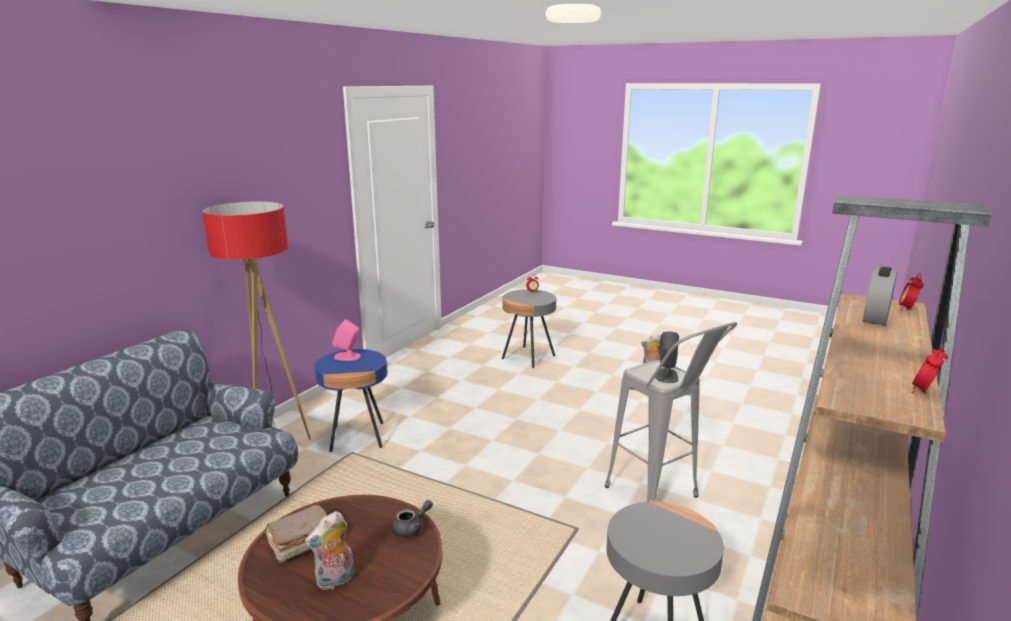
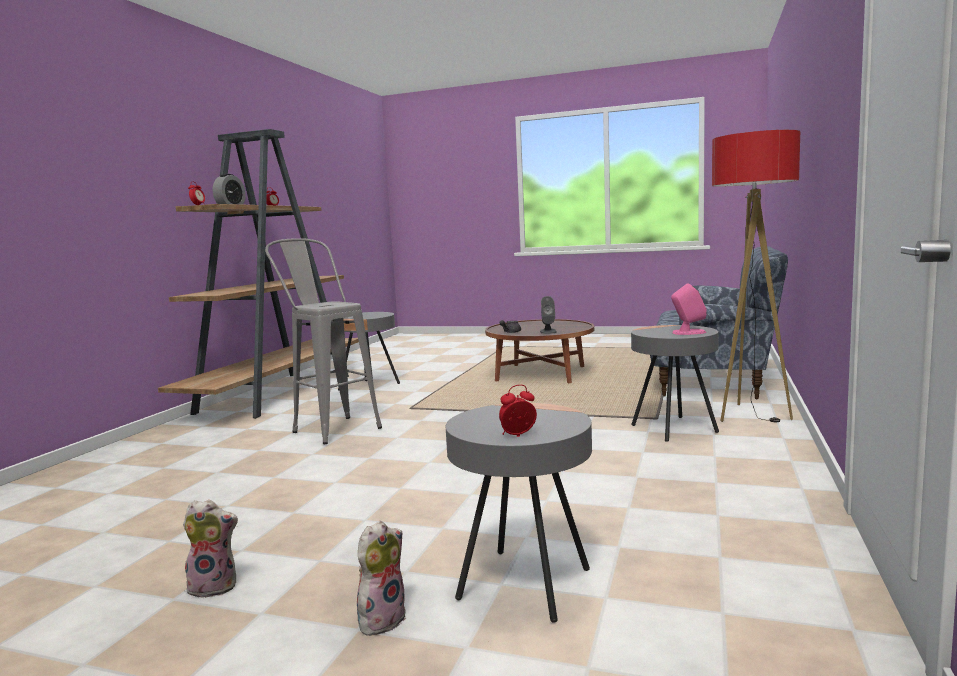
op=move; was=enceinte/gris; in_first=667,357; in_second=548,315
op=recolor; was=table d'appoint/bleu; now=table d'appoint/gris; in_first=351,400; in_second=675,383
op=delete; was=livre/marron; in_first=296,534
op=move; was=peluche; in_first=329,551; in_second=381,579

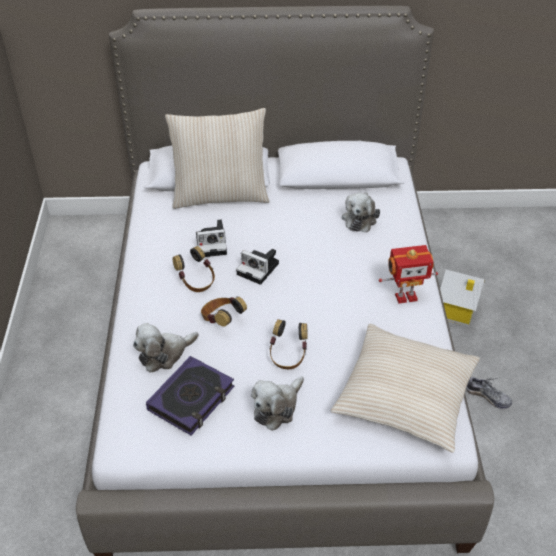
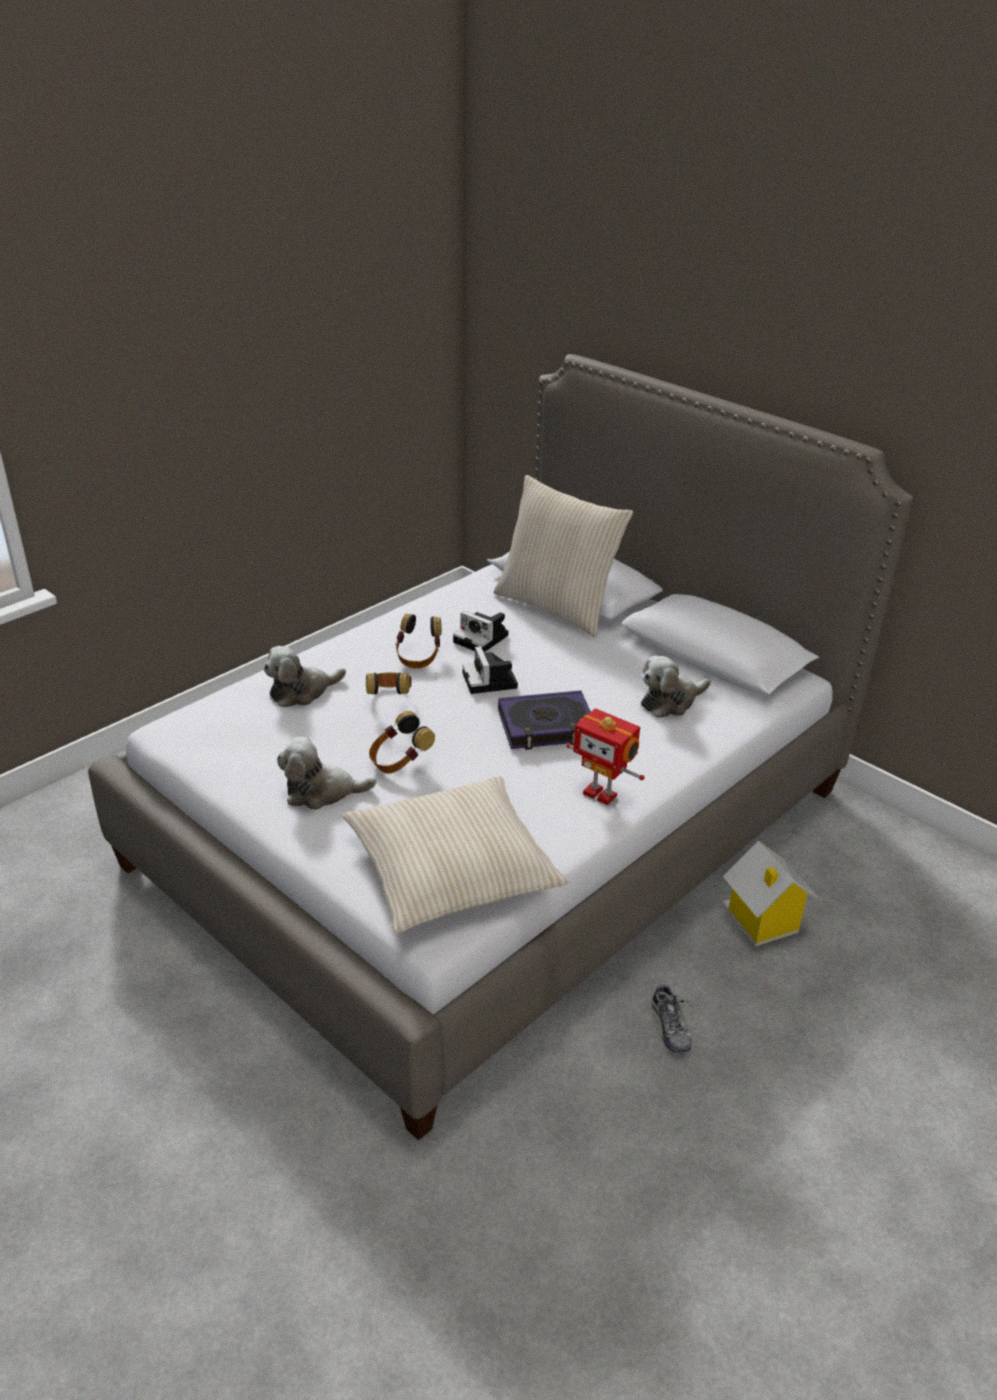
op=rotate; was=peluche; in_first=166,348; in_second=304,676; clockwise=-45
op=move; was=livre; in_first=190,395; in_second=544,720

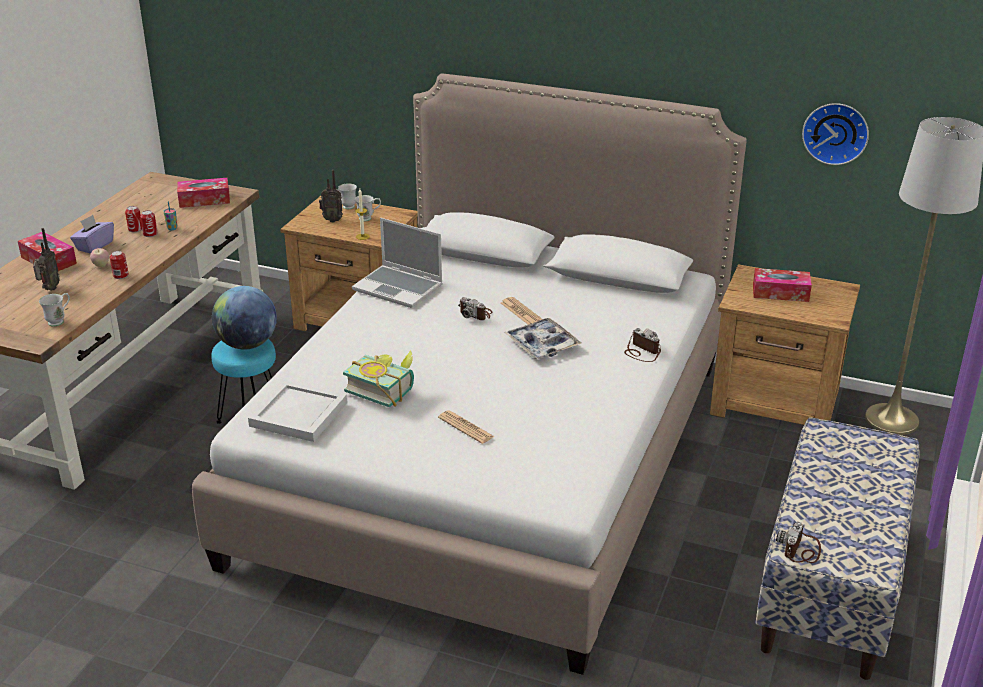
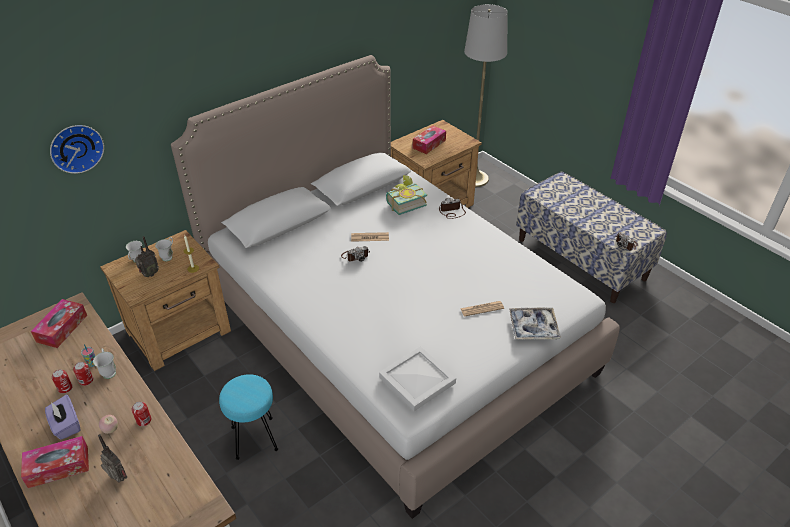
op=move; was=horloge murale; in_first=835,134; in_second=77,149
op=delete; was=ordinateur portable; in_first=397,263
op=delete; was=globe; in_first=244,318
op=move; was=mug/blanc; in_first=54,309; in_second=104,363
op=move; was=plateau; in_first=542,338; in_second=535,324
op=move; was=livre; in_first=378,378; in_second=406,195

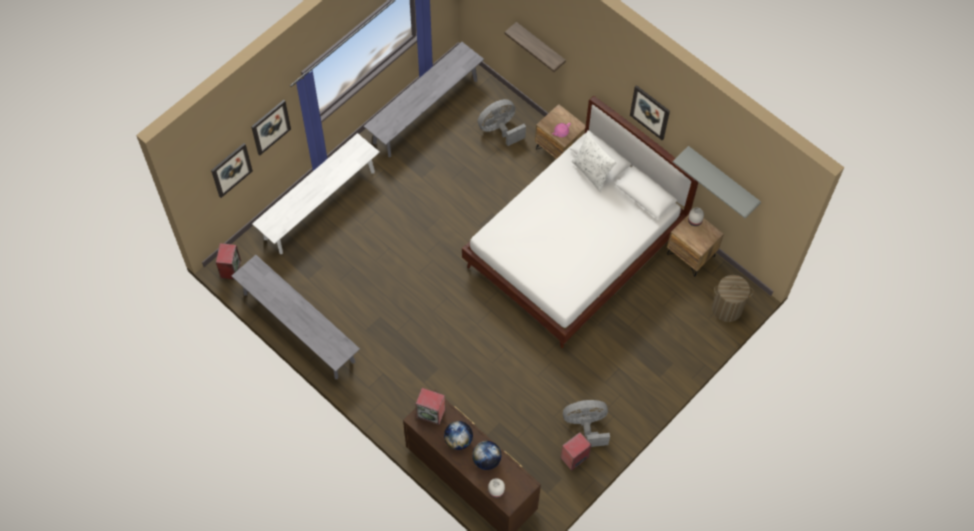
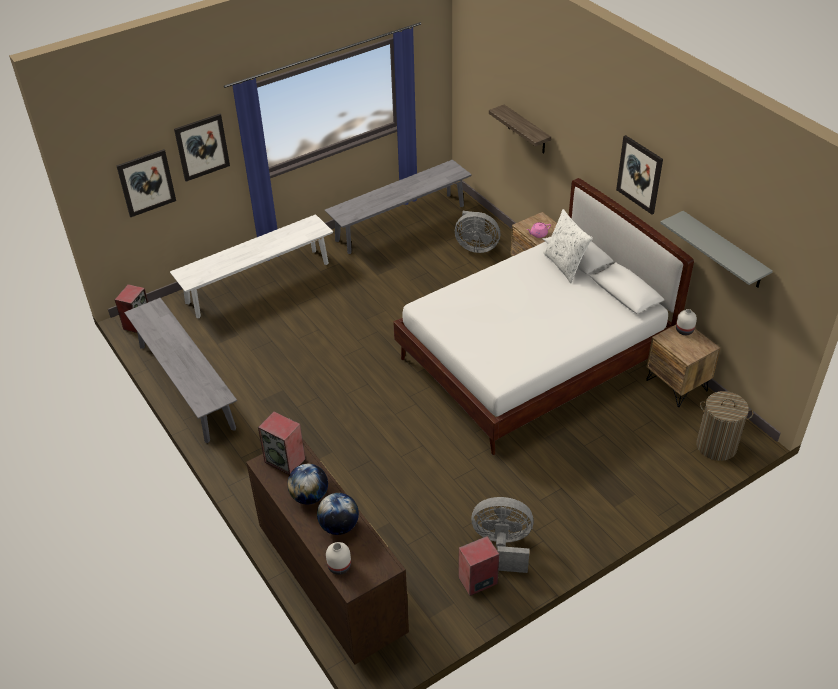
op=rotate; was=ventilateur/gris; in_first=502,122; in_second=477,232; clockwise=-150

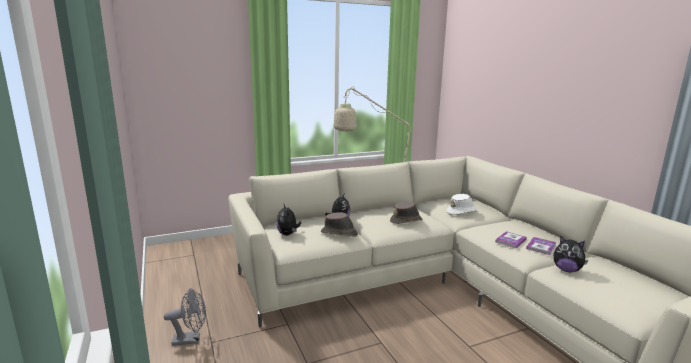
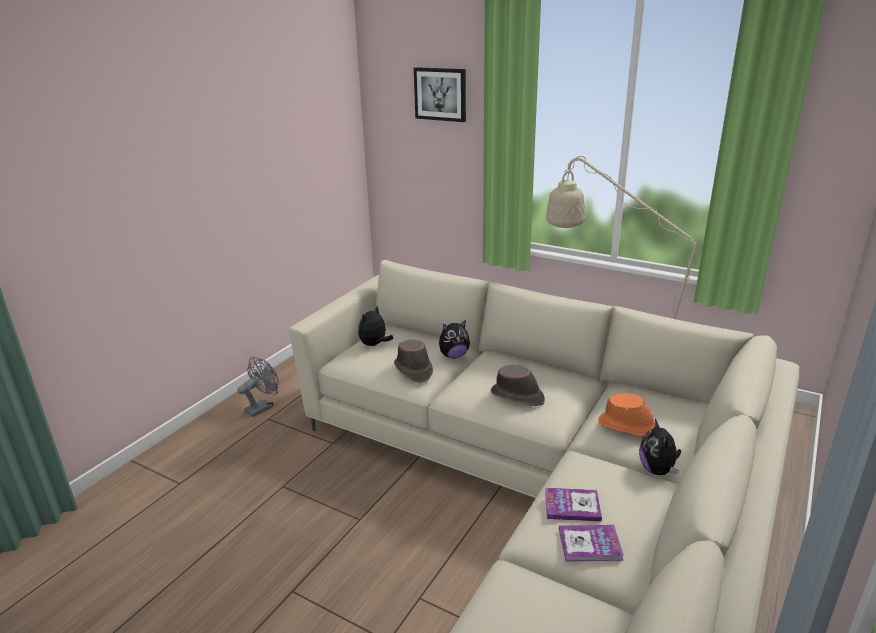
op=recolor; was=chapeau/blanc; now=chapeau/orange; in_first=462,204; in_second=626,415
op=move; was=peluche; in_first=570,254; in_second=660,447
op=rotate; was=ventilateur/gris; in_first=185,317; in_second=258,387; clockwise=-90
op=insert; now=tableau; in_second=440,94

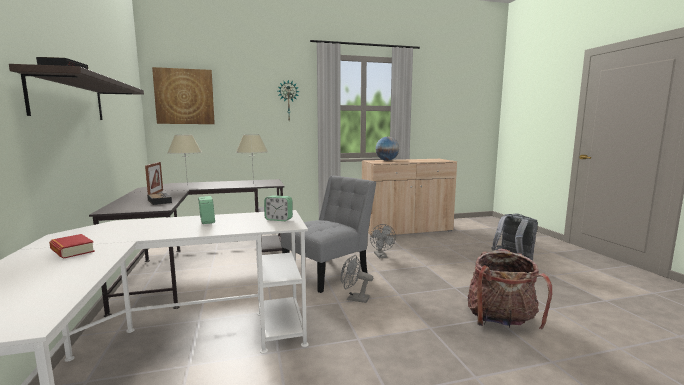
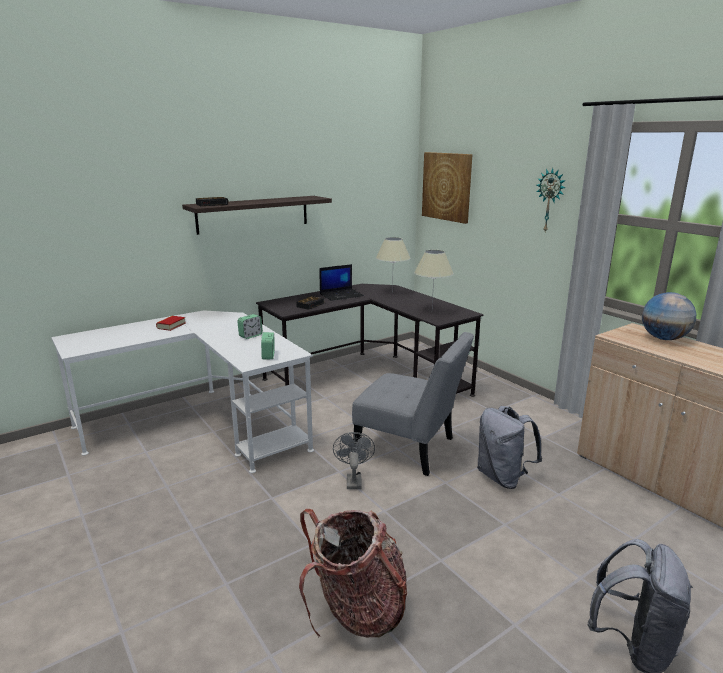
op=replace; was=cadre photo; now=ordinateur portable; in_first=154,178; in_second=341,282
op=replace; was=ventilateur/gris; now=sac à dos/gris; in_first=383,241; in_second=509,447

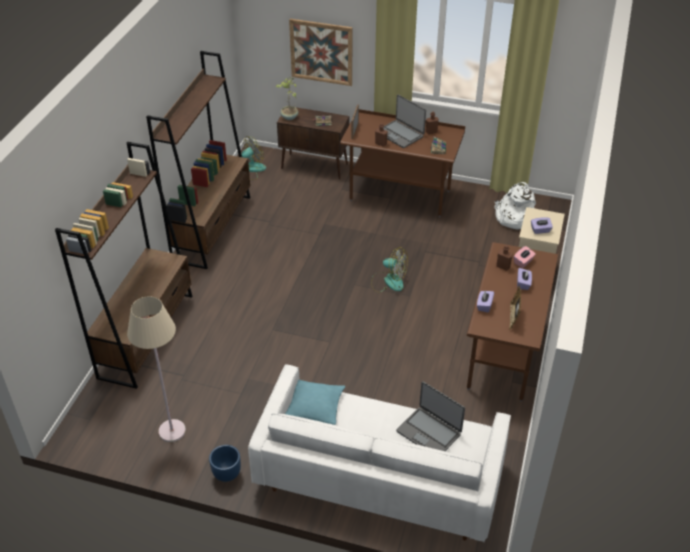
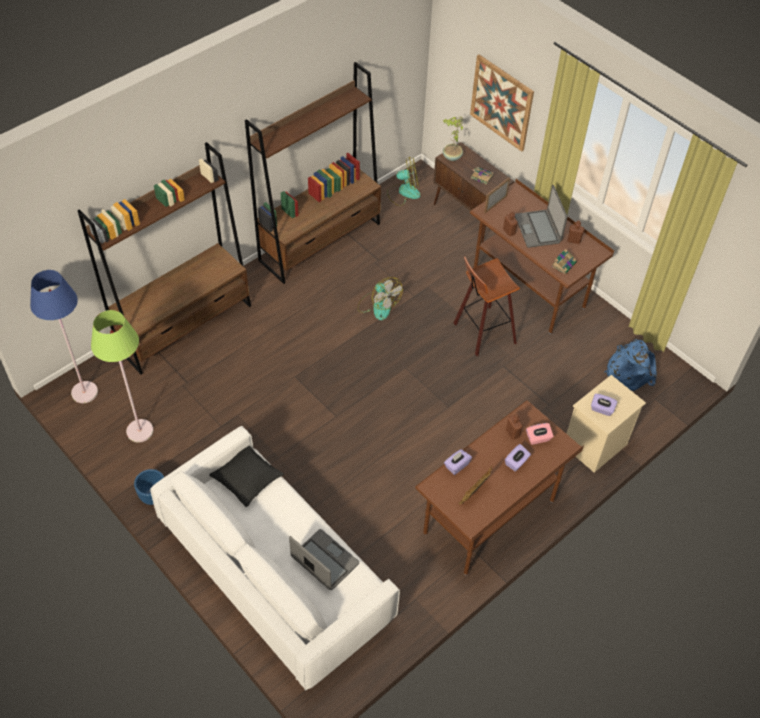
op=recolor; was=sac à dos/blanc; now=sac à dos/bleu; in_first=515,205; in_second=630,365
op=move; was=ventilateur; in_first=389,270; in_second=380,298
op=recolor; was=lampadaire/beige; now=lampadaire/vert; in_first=156,369; in_second=122,376
op=recolor; was=coussin/turquoise; now=coussin/noir; in_first=315,402; in_second=246,476
op=rotate; was=ordinateur portable; in_first=430,416; in_second=324,559; clockwise=150
op=insert; now=tabouret; in_second=487,306
op=insert; now=lampadaire/bleu; in_second=64,336

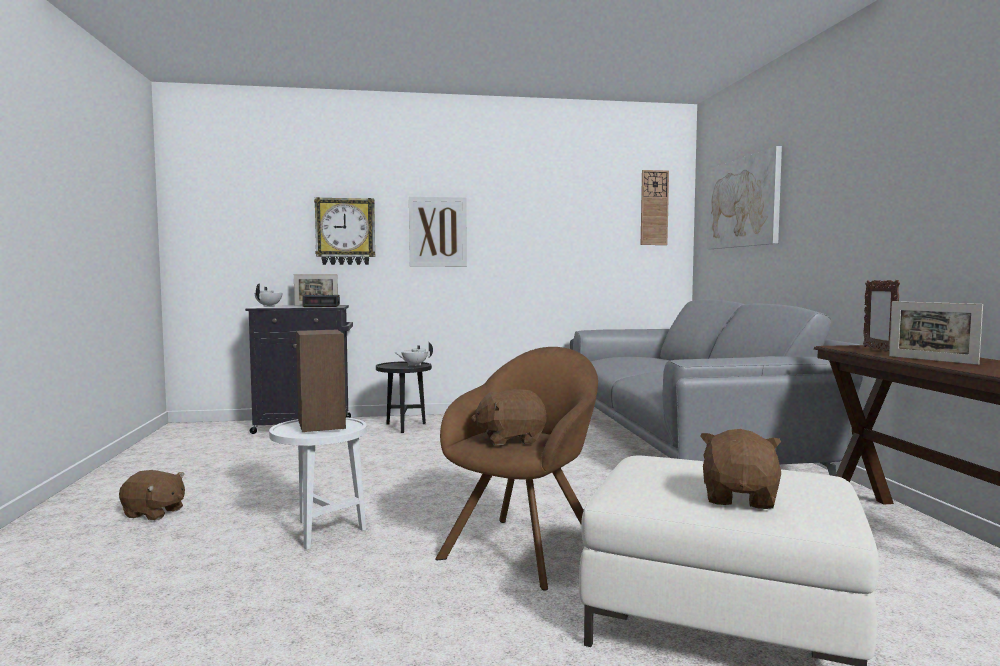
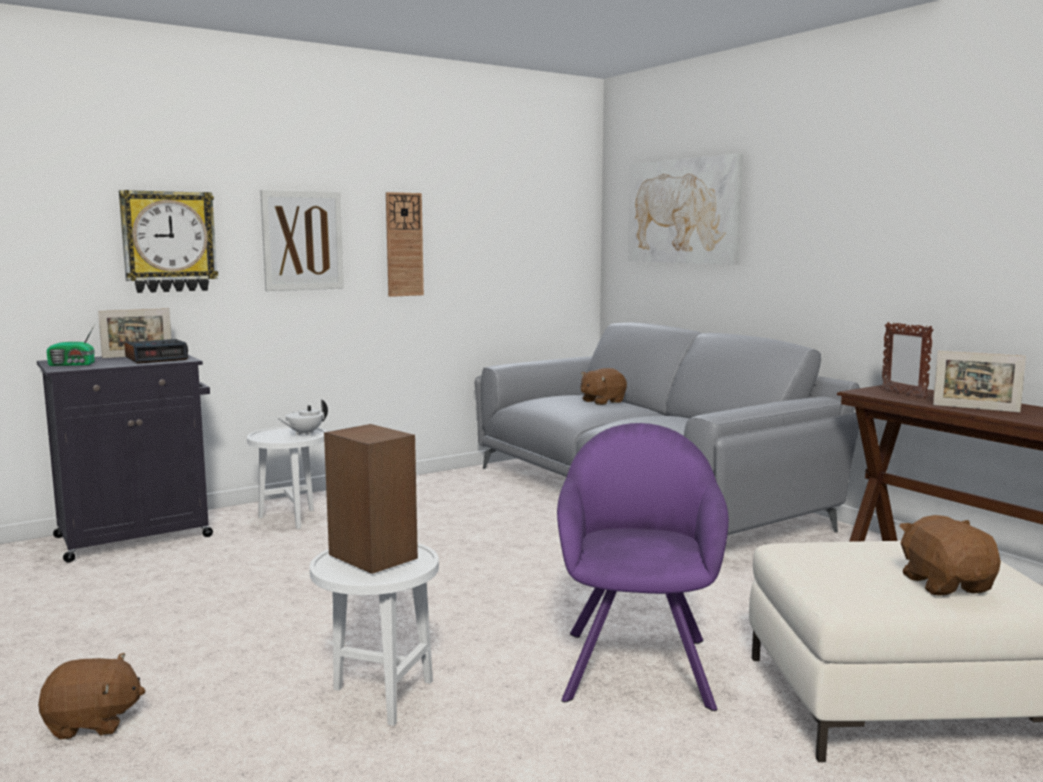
op=move; was=horloge murale; in_first=655,207; in_second=405,244
op=replace; was=théière/blanc; now=radio; in_first=268,295; in_second=70,345
op=recolor; was=fauteuil/marron; now=fauteuil/violet; in_first=516,469; in_second=643,567
op=recolor; was=table d'appoint/noir; now=table d'appoint/blanc; in_first=404,397; in_second=287,477
op=move; was=peluche/marron; in_first=509,417; in_second=604,386

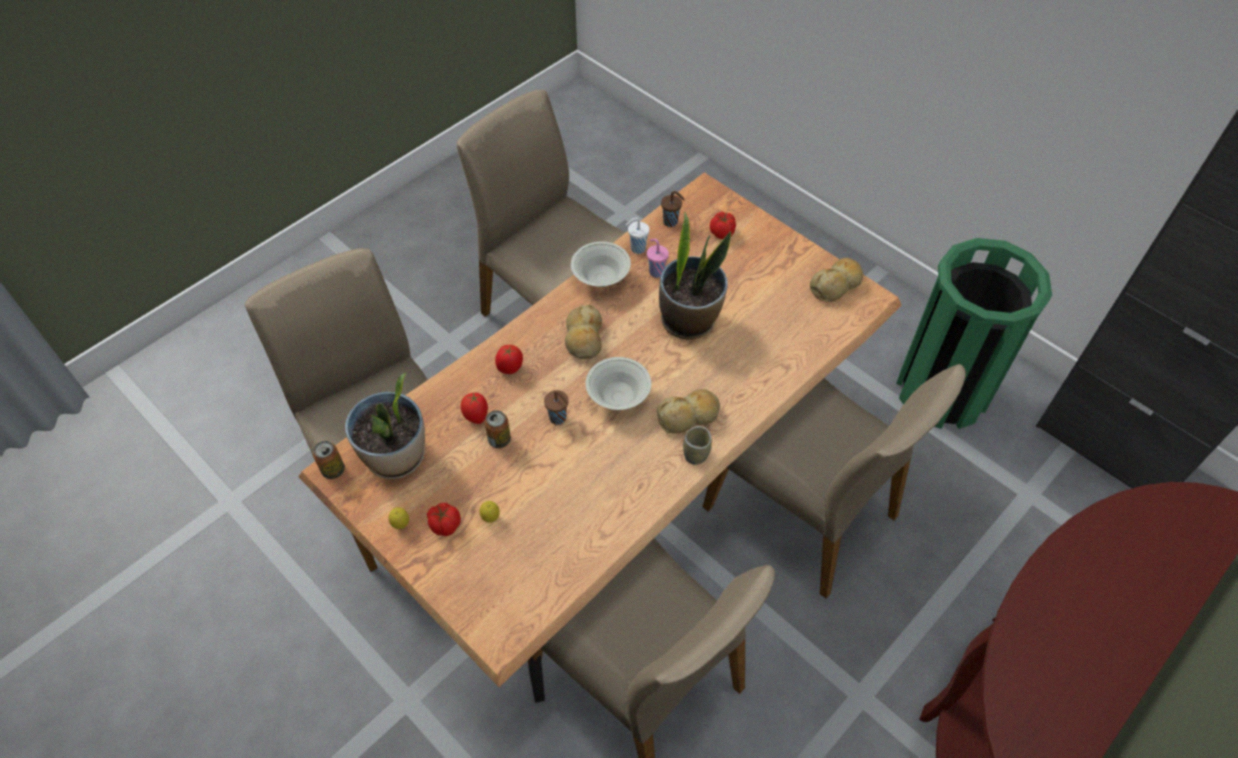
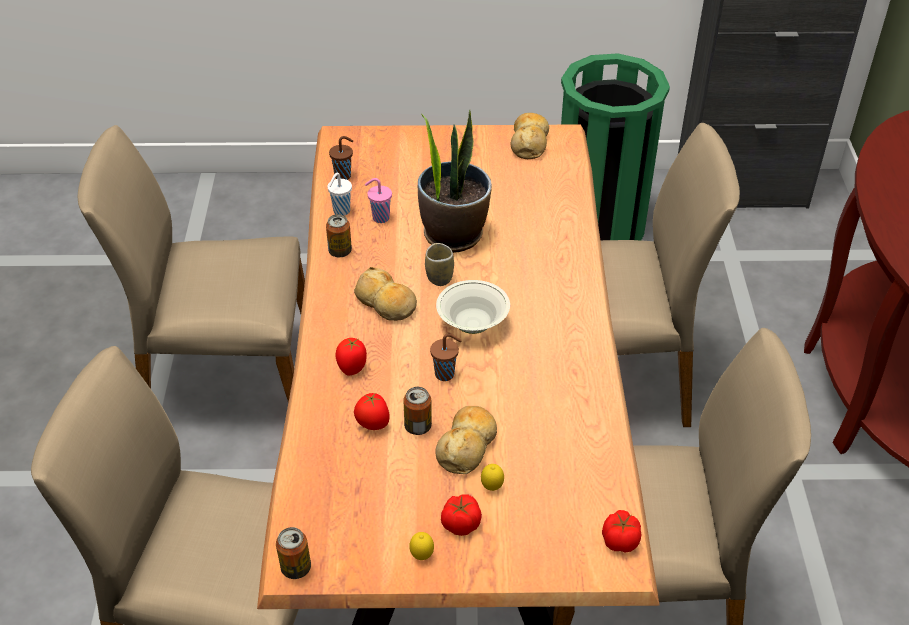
op=move; was=tomate; in_first=723,225; in_second=621,531
op=replace; was=bol/blanc; now=boîte métallique; in_first=601,264; in_second=339,235
op=delete; was=plante en pot; in_first=385,426
op=move; was=pain; in_first=688,411; in_second=466,440
op=move; was=tasse; in_first=697,445; in_second=439,264

